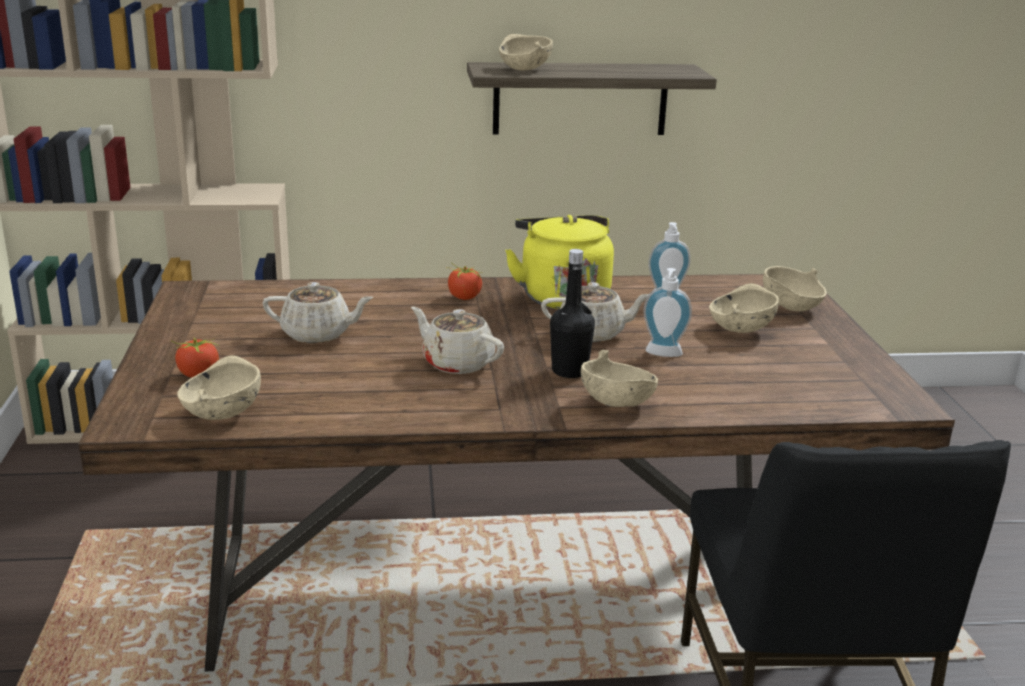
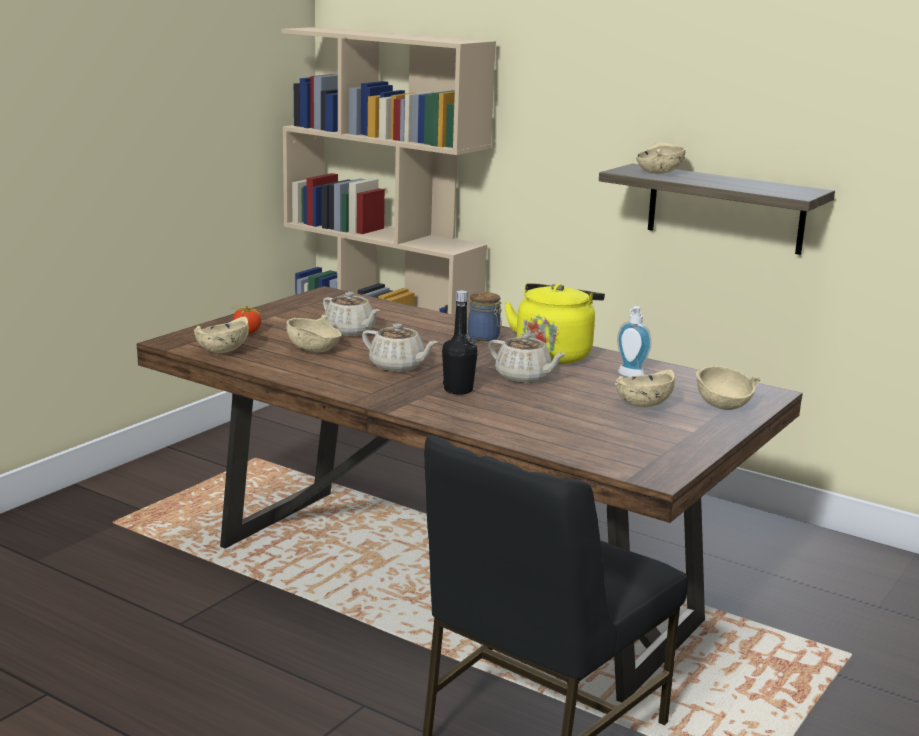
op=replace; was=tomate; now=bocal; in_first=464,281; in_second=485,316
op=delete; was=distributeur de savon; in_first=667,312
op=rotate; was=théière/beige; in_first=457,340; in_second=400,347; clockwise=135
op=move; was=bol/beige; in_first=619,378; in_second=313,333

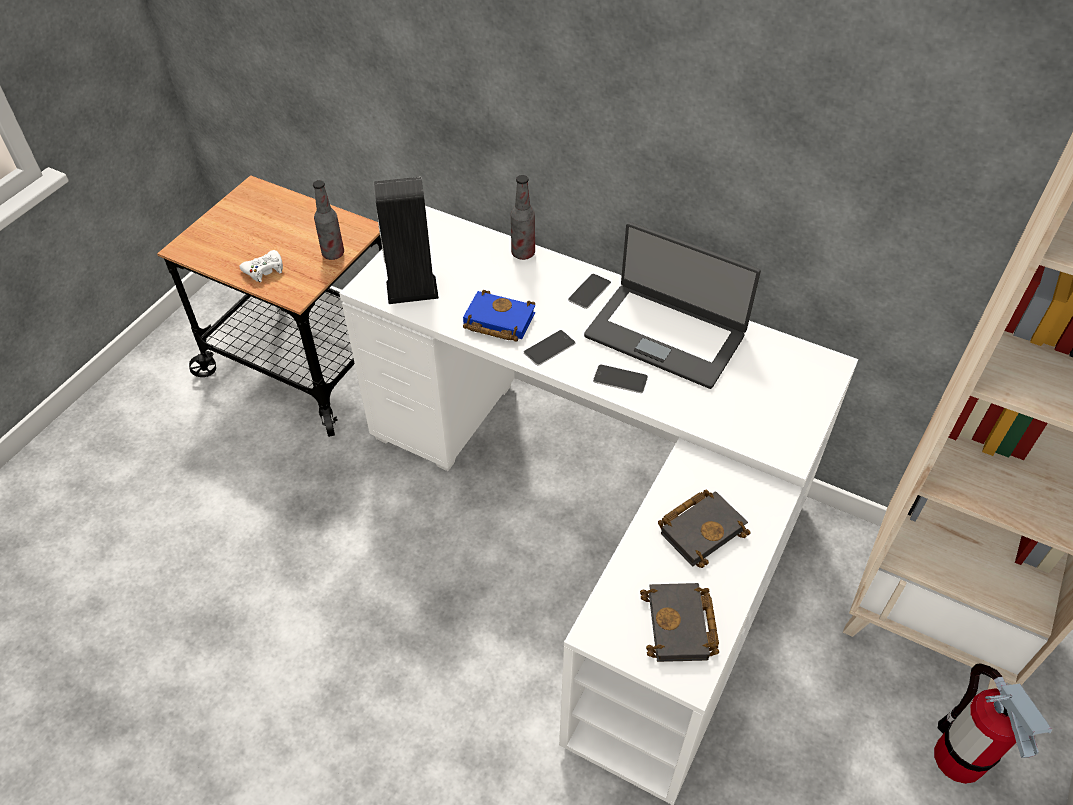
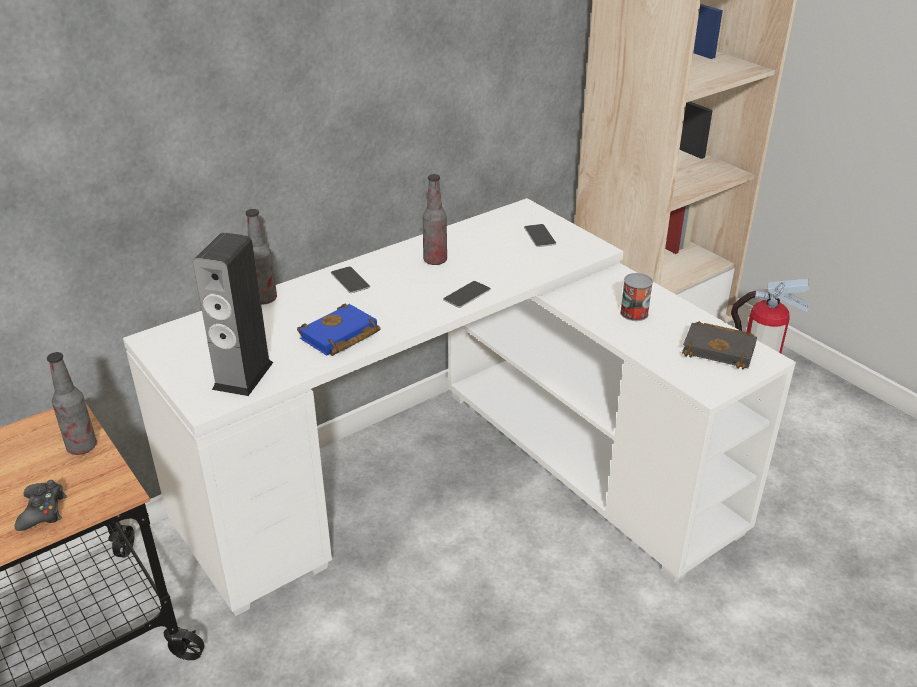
op=replace; was=ordinateur portable; now=bouteille; in_first=672,305; in_second=435,219
op=recolor; was=manette/blanc; now=manette/noir; in_first=261,266; in_second=40,505
op=move; was=téléphone; in_first=549,347; in_second=540,235
op=replace; was=livre/noir; now=boîte métallique; in_first=704,528; in_second=636,297

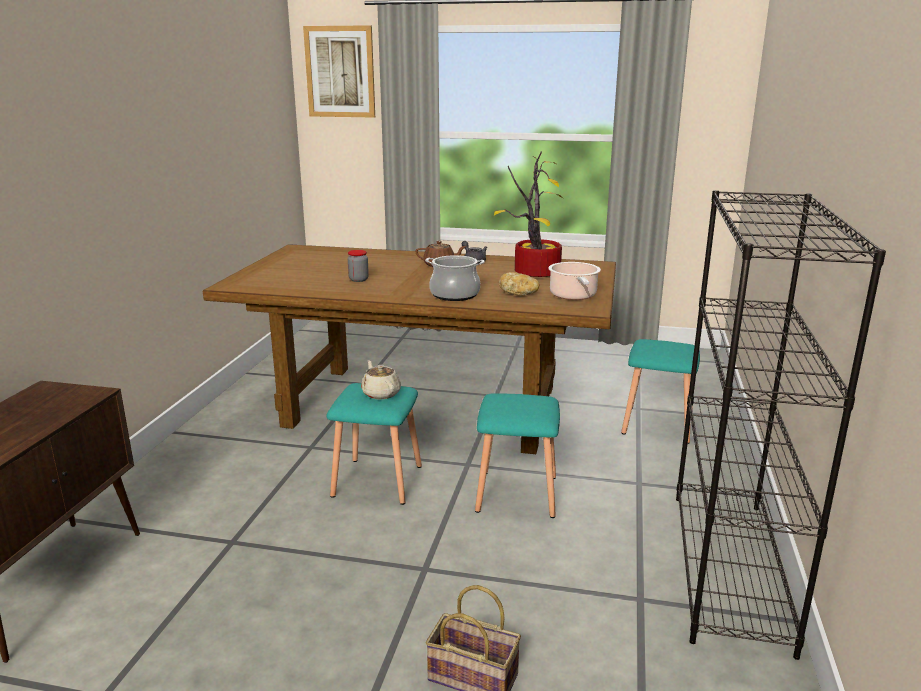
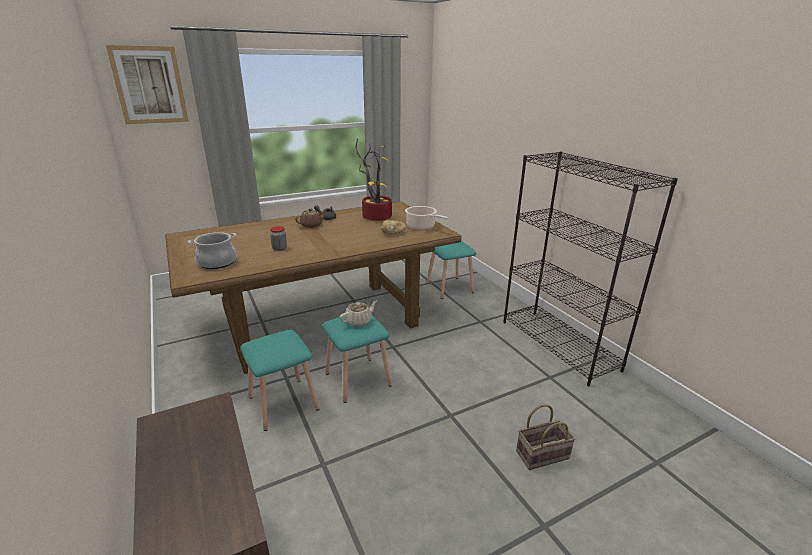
op=move; was=marmite; in_first=455,278; in_second=212,250
op=rotate; was=théière/beige; in_first=381,380; in_second=359,313; clockwise=120
op=move; was=tabouret/turquoise; in_first=517,455; in_second=279,380

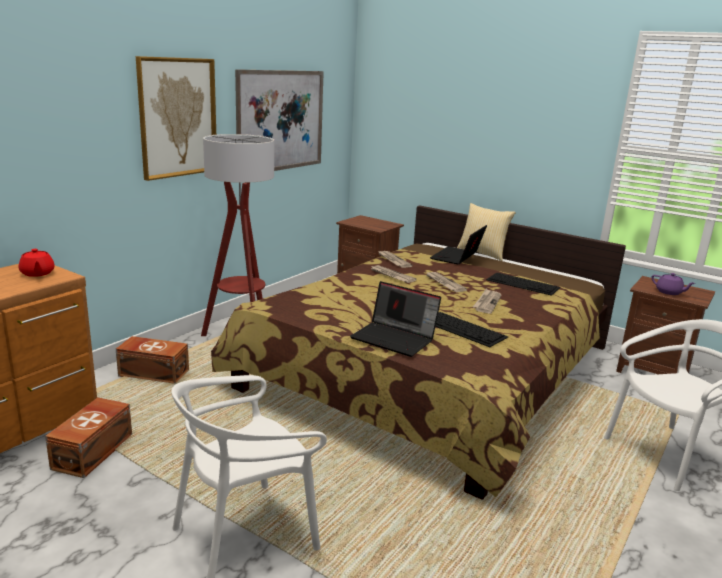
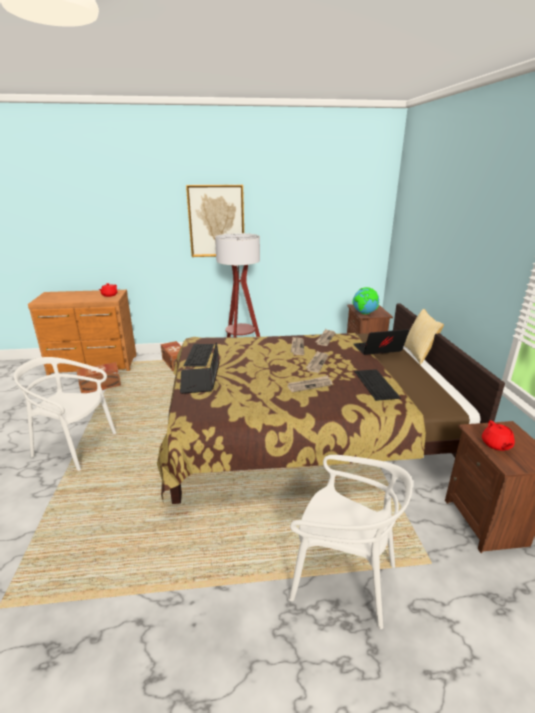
op=delete; was=tableau; in_first=279,120
op=recolor; was=théière/violet; now=théière/rouge; in_first=674,284; in_second=498,435
op=move; was=clavier; in_first=471,329; in_second=199,355
op=insert; now=globe; in_second=366,300

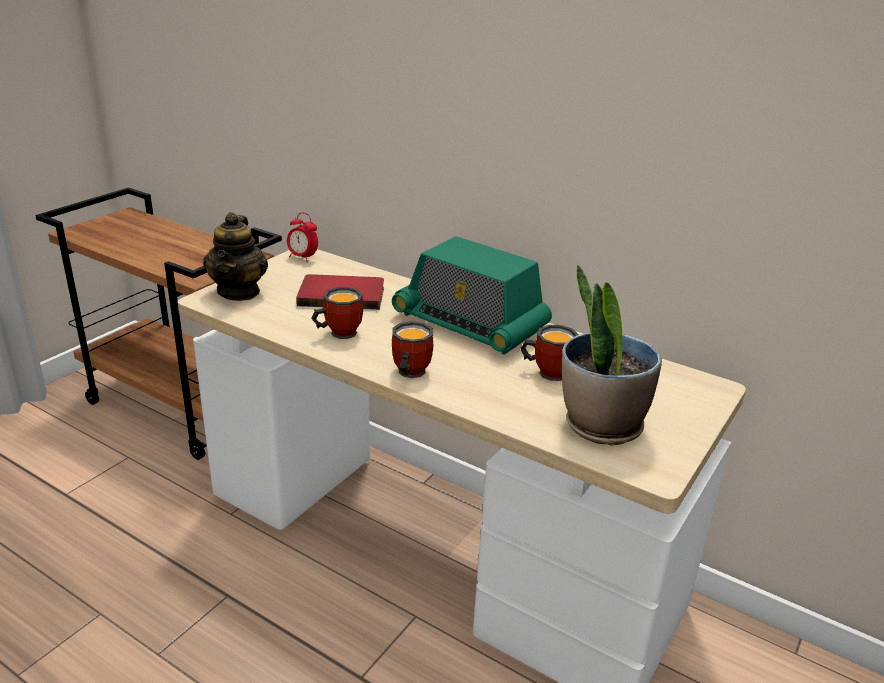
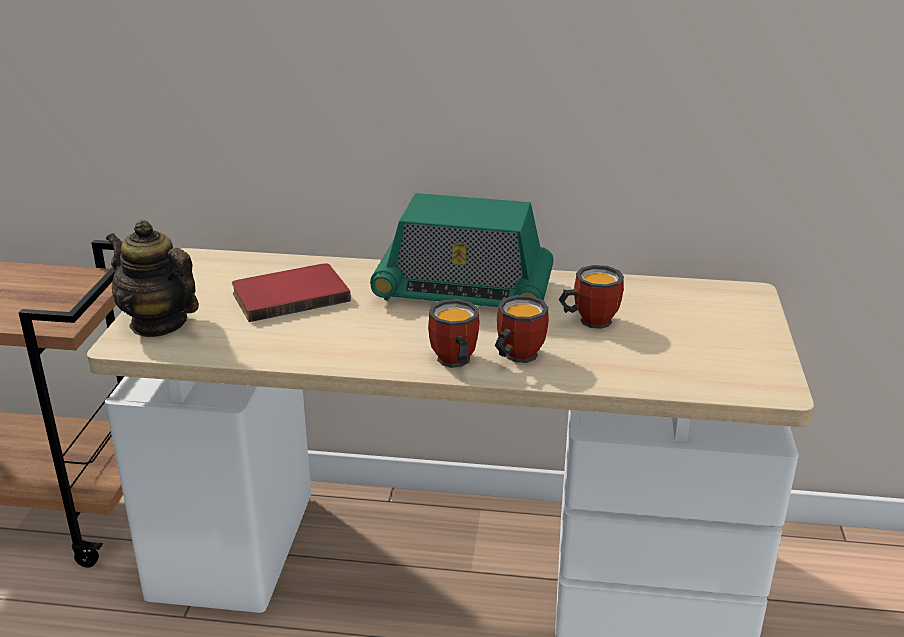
op=rotate; was=théière; in_first=235,256; in_second=152,278; clockwise=150
op=delete; was=réveil; in_first=302,237
op=delete; was=plante en pot; in_first=612,355
op=move; was=mug; in_first=337,313; in_second=521,329

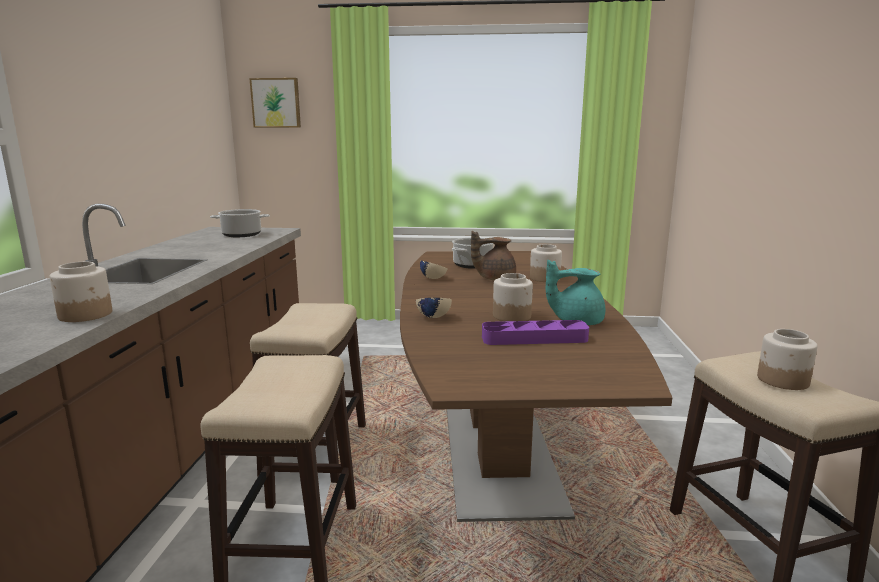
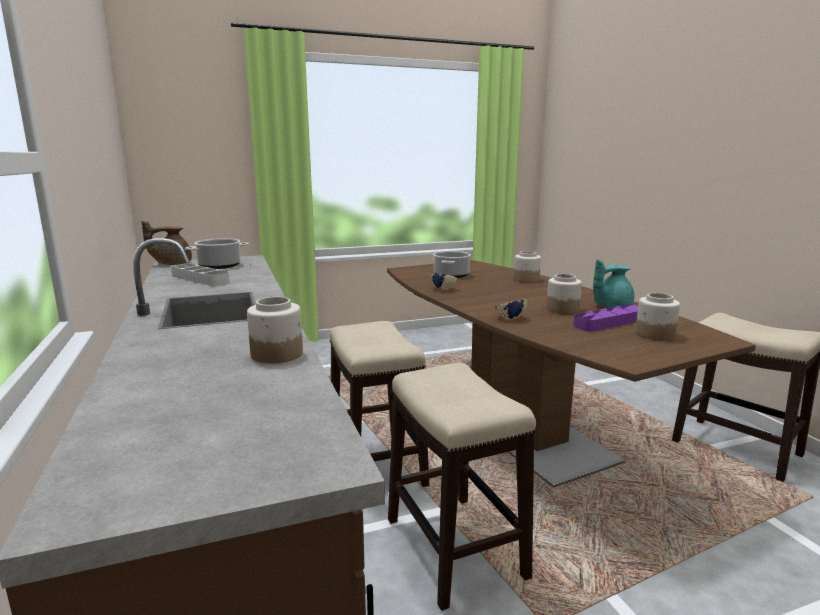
op=delete; was=tableau; in_first=275,103
op=move; was=théière/marron; in_first=493,255; in_second=167,242
op=move; was=bocal; in_first=787,359; in_second=657,317
op=insert; now=plateau/gris; in_second=200,275

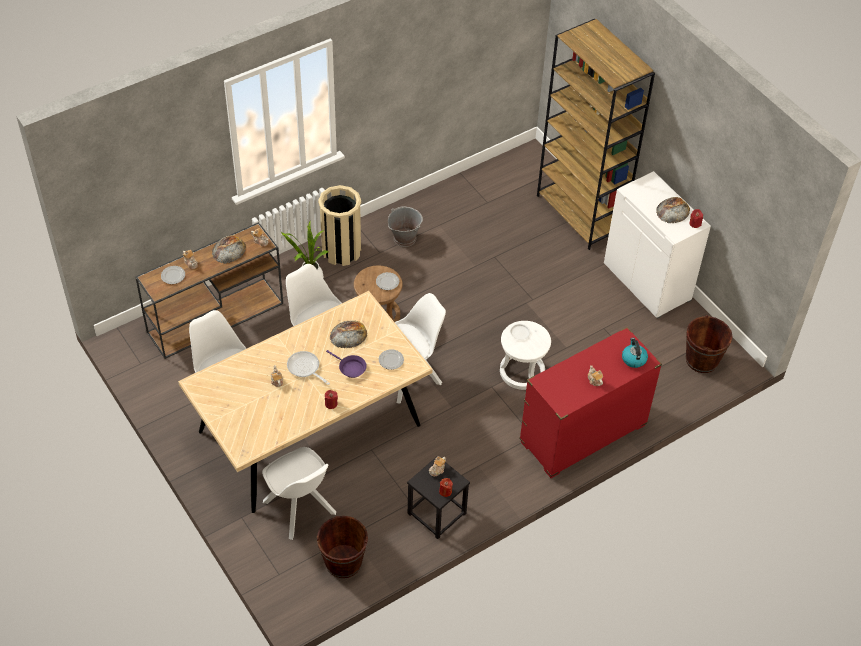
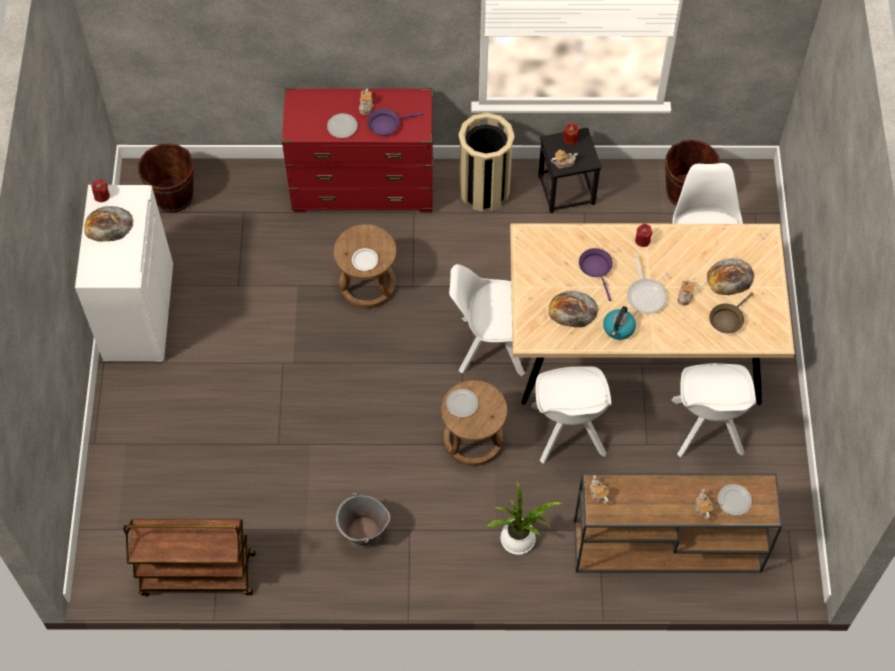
op=delete; was=bibliothèque/marron; in_first=596,134
op=move; was=poubelle/beige; in_first=339,225; in_second=486,162
op=move; was=pain; in_first=229,249; in_second=730,276
op=recolor; was=tabouret/blanc; now=tabouret/marron; in_first=525,355; in_second=365,266
op=move; was=bouilloire; in_first=635,353; in_second=619,323
op=move; was=assiette; in_first=391,359; in_second=342,125
op=insert; now=poêle/violet; in_second=395,122
op=insert; now=poêle/marron; in_second=731,312
op=insert; now=chariot/marron; in_second=189,557

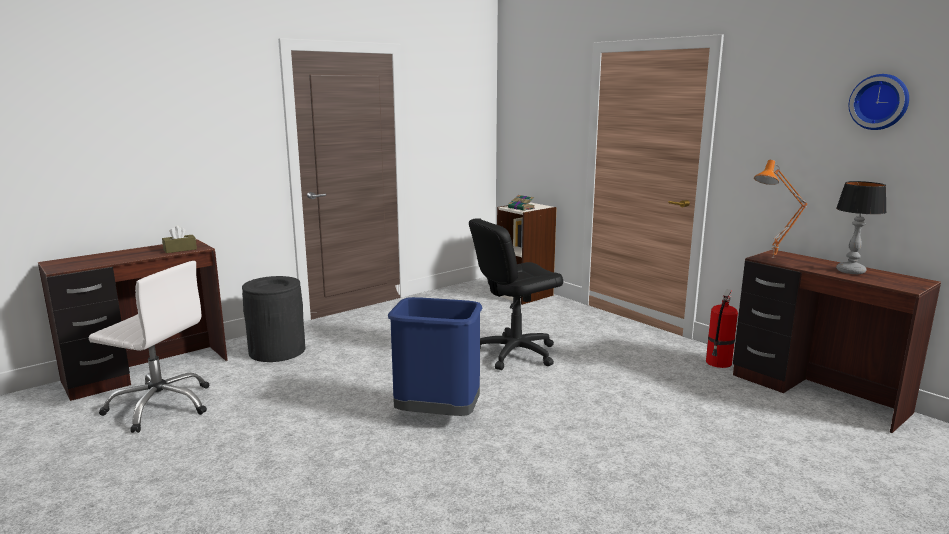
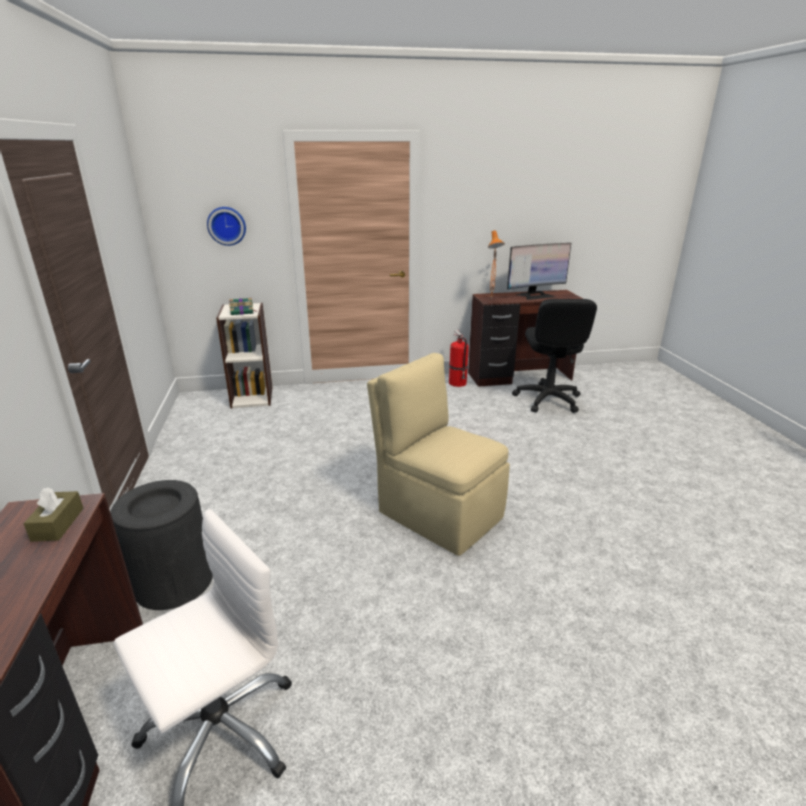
op=move; was=horloge murale; in_first=879,102; in_second=226,226
op=replace; was=lampe de table; now=écran d'ordinateur; in_first=861,227; in_second=539,271
op=move; was=chaise de bureau/noir; in_first=516,294; in_second=554,356
op=replace; was=poubelle/bleu; now=chaise/beige; in_first=435,356; in_second=438,454

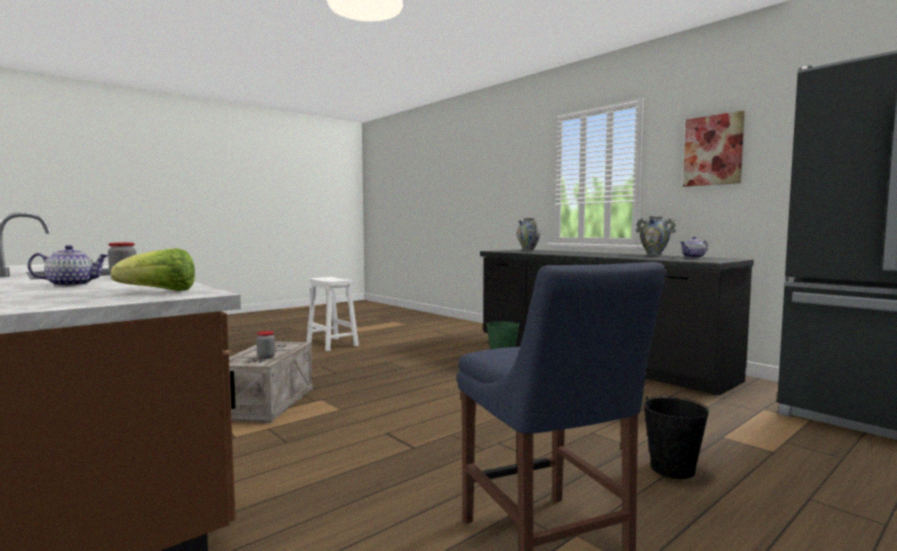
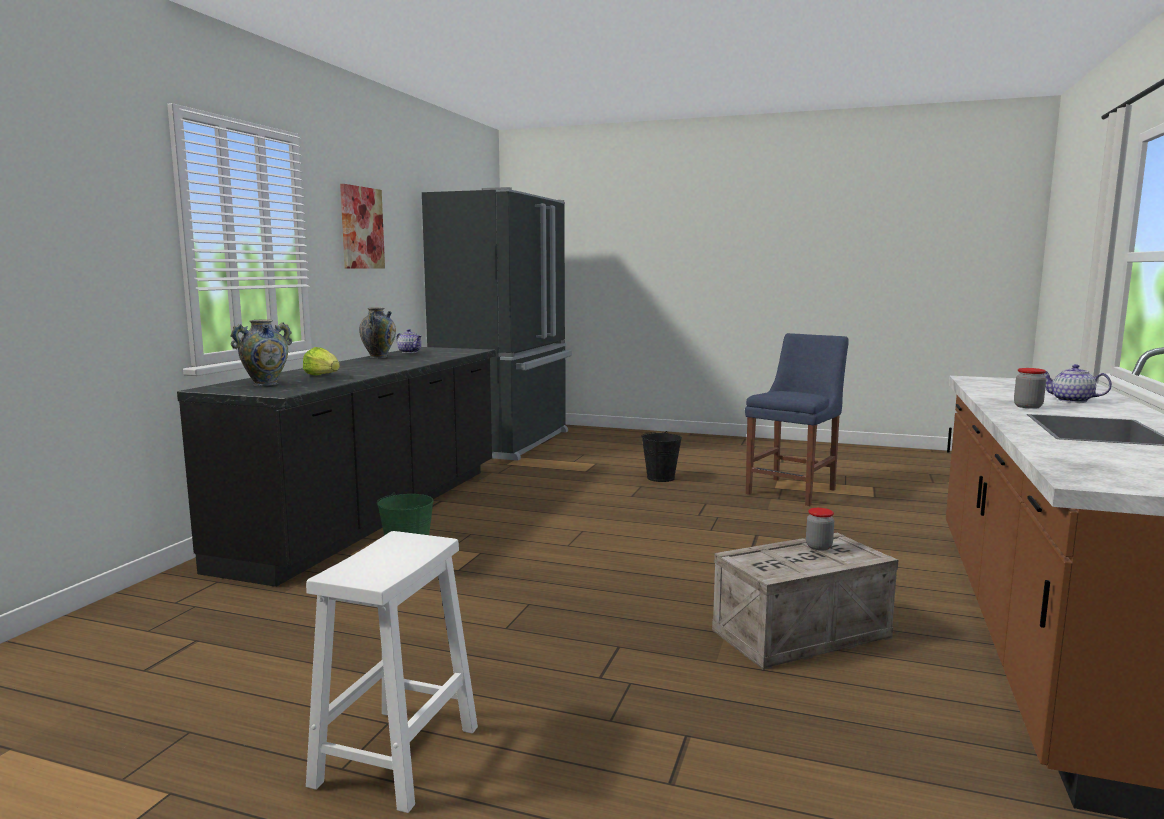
op=move; was=laitue; in_first=153,269; in_second=321,361

